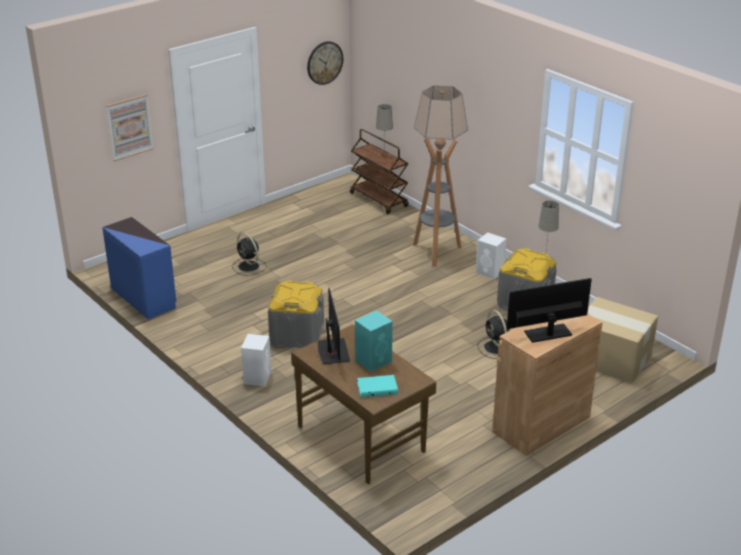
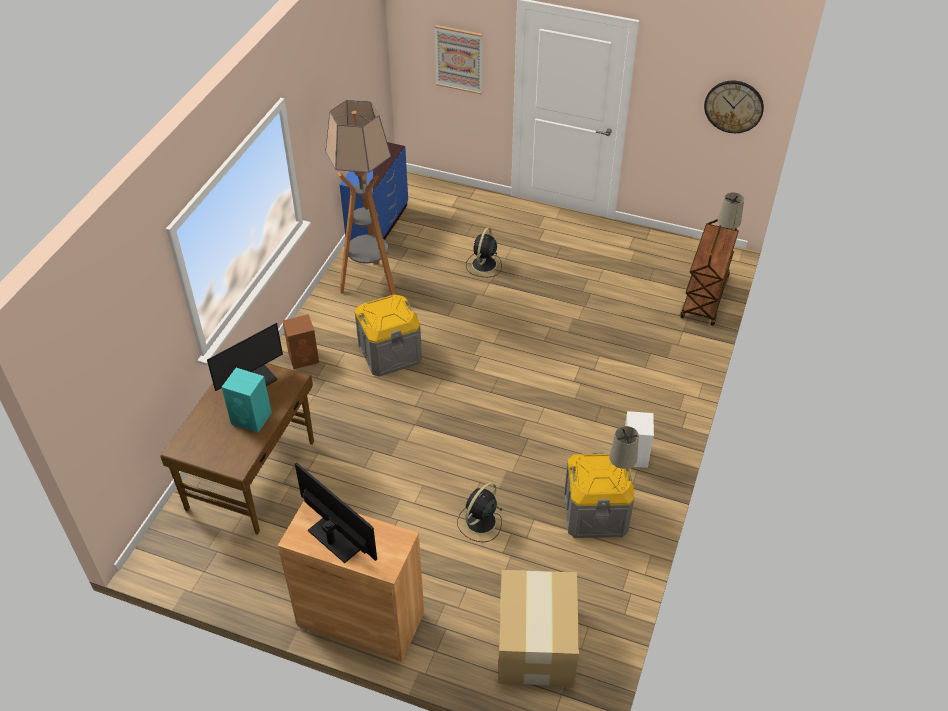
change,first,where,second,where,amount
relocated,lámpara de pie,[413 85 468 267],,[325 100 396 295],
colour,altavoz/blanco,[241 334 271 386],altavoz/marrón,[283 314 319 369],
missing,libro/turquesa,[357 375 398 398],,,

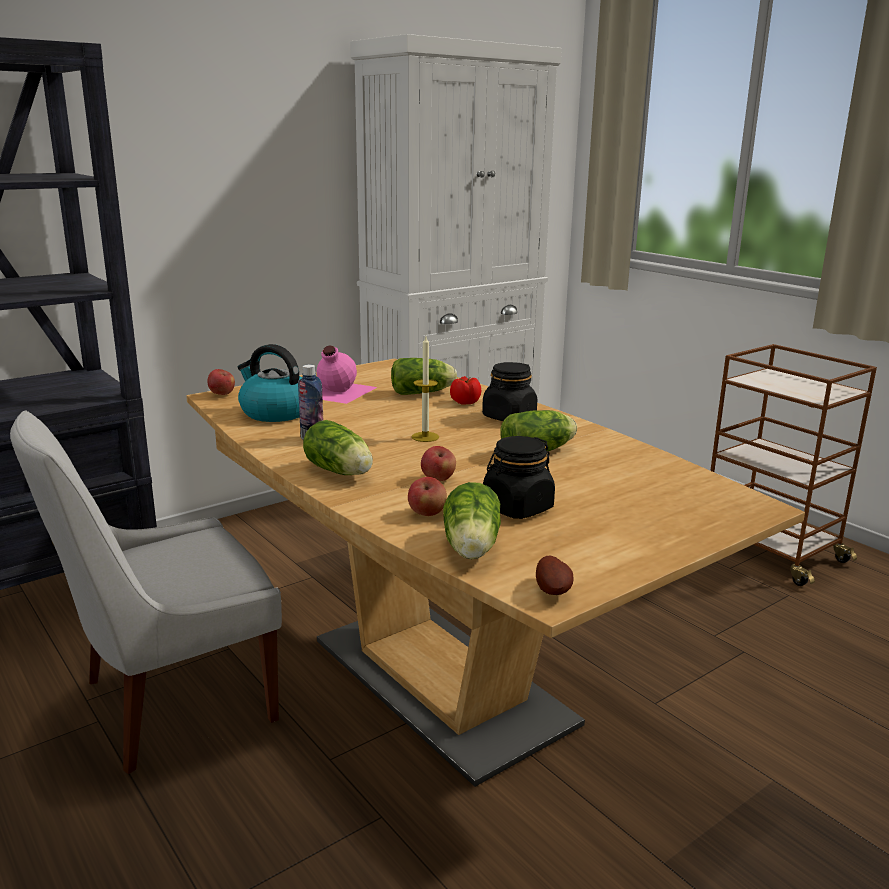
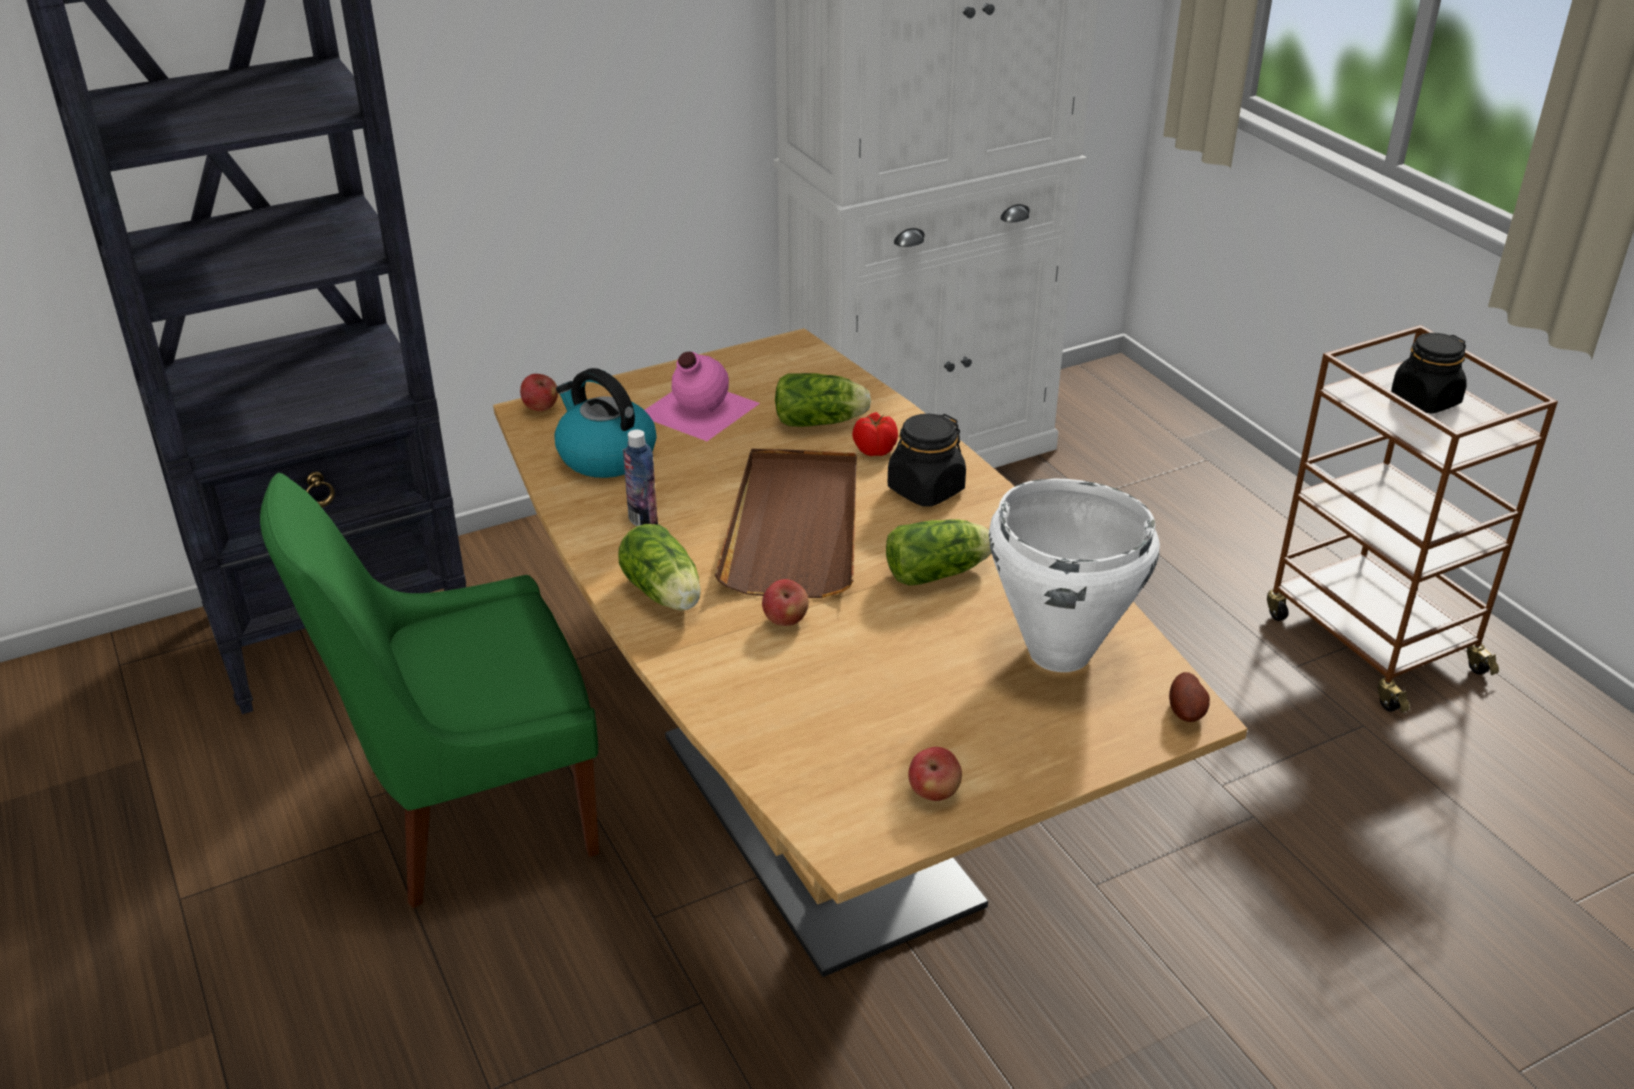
change,first,where,second,where,amount
exchanged,vela,[411 336 439 442],bandeja/marrón,[715 449 857 598],
colour,silla/blanco,[10 410 282 774],silla/verde,[260 473 599 908],
relocated,tarro/negro,[483 436 555 519],,[1391 333 1467 414],
relocated,manzana,[408 477 447 516],,[908 747 962 801],
missing,lechuga,[443 482 501 560],,,
relocated,patata,[536 556 573 595],,[1169 672 1210 722],
appeared,,,olla/blanco,[989 478 1160 672],

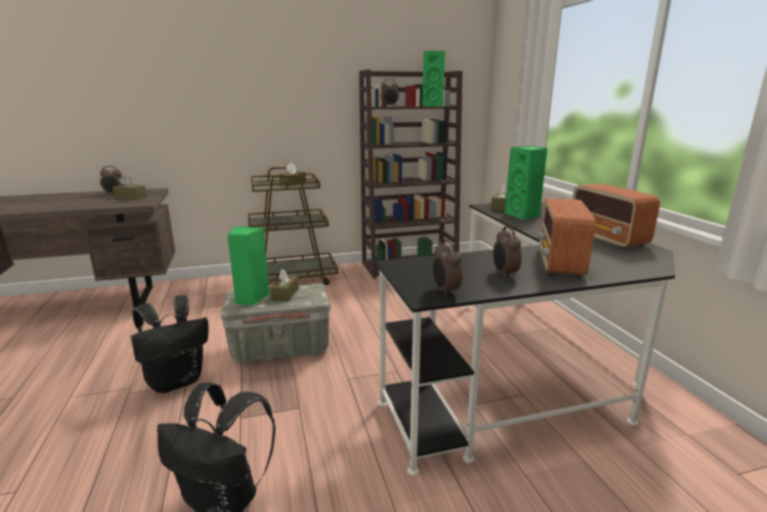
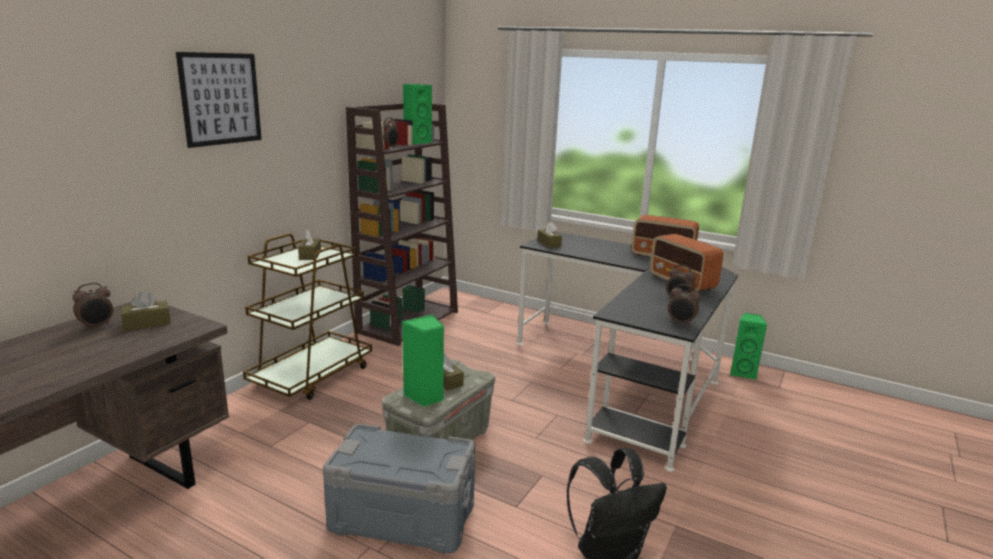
change,first,where,second,where,amount
relocated,altavoz/verde,[505 146 548 220],,[730 313 767 380],
exchanged,mochila/negro,[131 295 209 393],caja de almacenaje/gris,[323 424 475 554],
appeared,,,cuadro,[176 52 262 148],

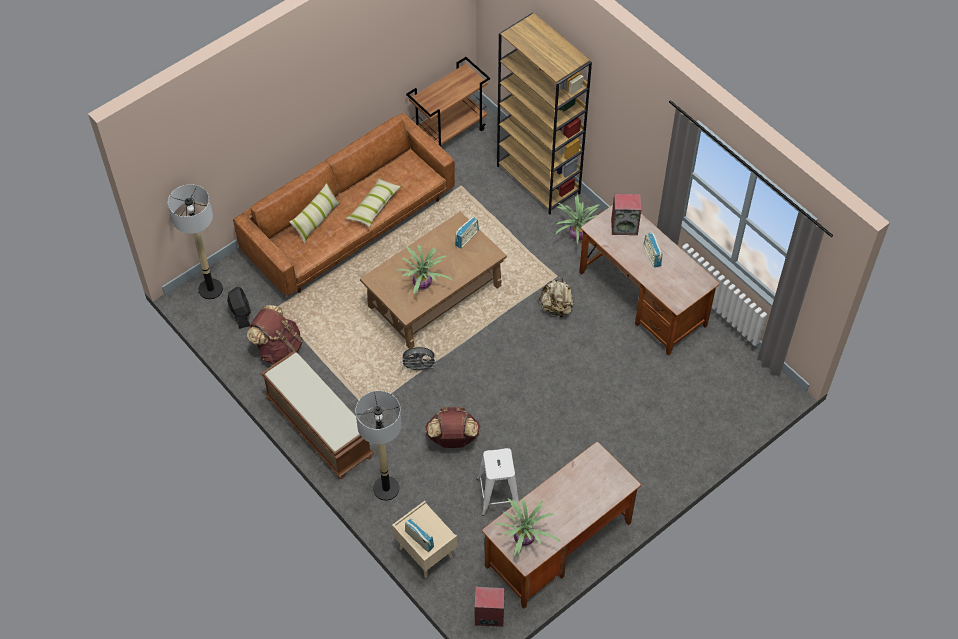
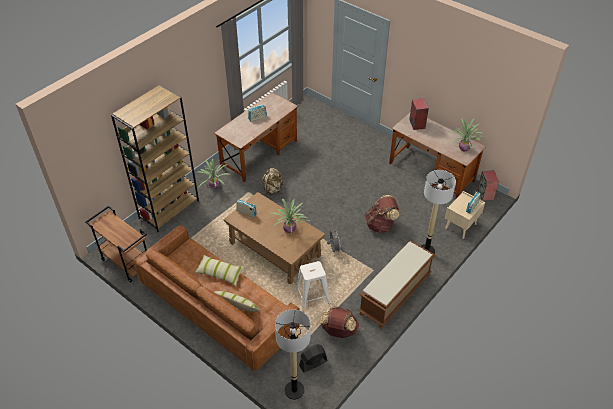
change,first,where,second,where,amount
relocated,altavoz,[611 194 641 235],,[409 98 429 130],
relocated,taburete/blanco,[476 448 519 516],,[295 261 330 311],

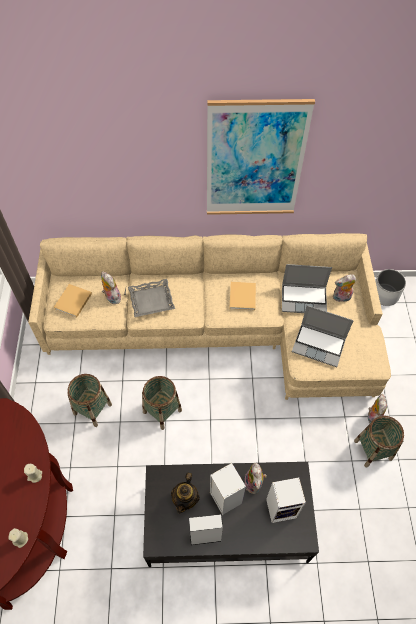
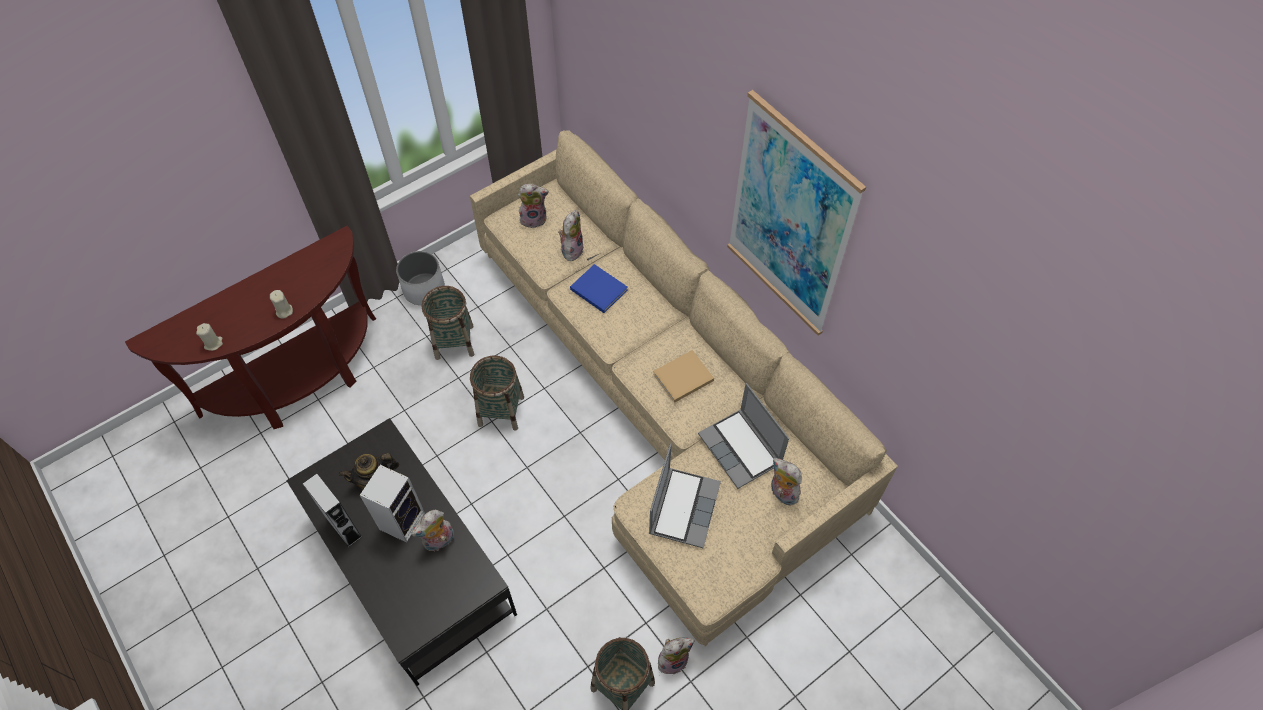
change,first,where,second,where,amount
relocated,maceta/blanco,[375 269 406 306],,[396 251 445 305],
exchanged,bandeja/gris,[128 279 175 317],libro/azul,[570 264 628 313],
exchanged,libro/beis,[53 284 92 318],peluche,[518 184 549 228],
spun,portátil,[292 305 354 367],,[649 444 721 548],150 degrees counterclockwise
missing,altavoz,[266 478 306 523],,,

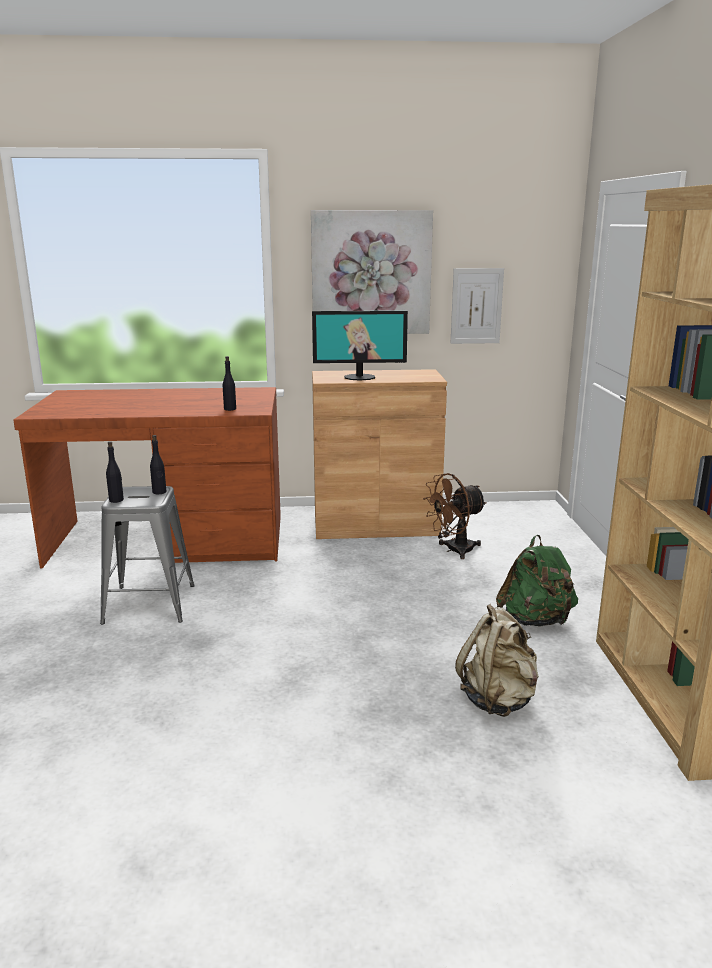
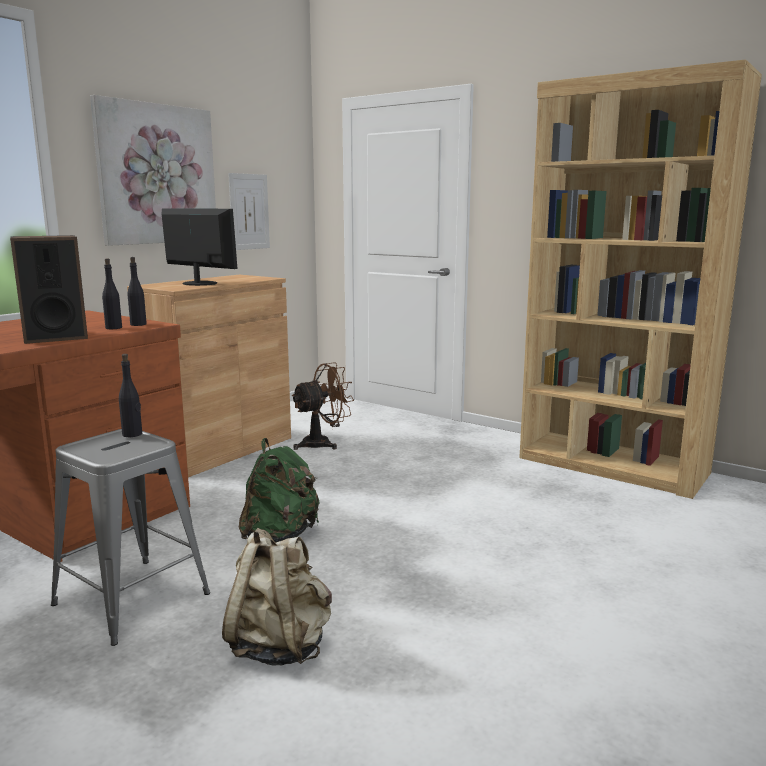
change,first,where,second,where,amount
spun,monitor,[312 311 408 381],,[162 208 238 286],90 degrees counterclockwise
relocated,botella/negro,[106 441 124 503],,[128 257 147 326],
spun,ventilador/marrón,[423 473 487 559],,[291 362 354 450],135 degrees counterclockwise
relocated,mochila/verde,[496 535 578 626],,[239 438 320 543],
relocated,mochila/beis,[455 604 539 717],,[222 528 332 665],
appeared,,,altavoz,[10 235 88 344],

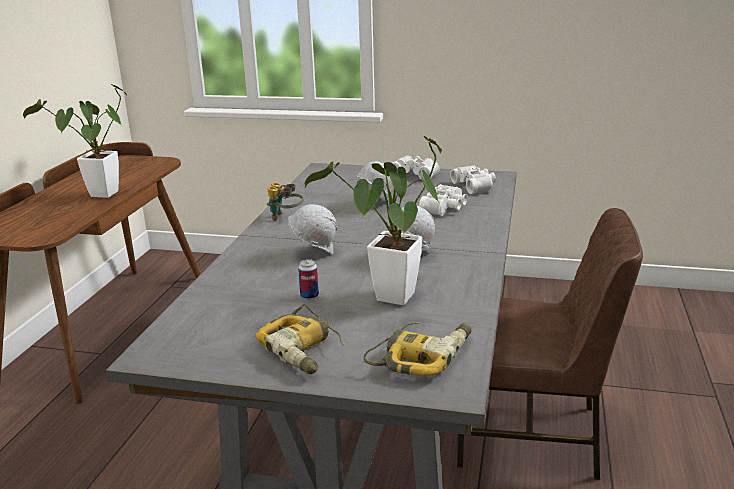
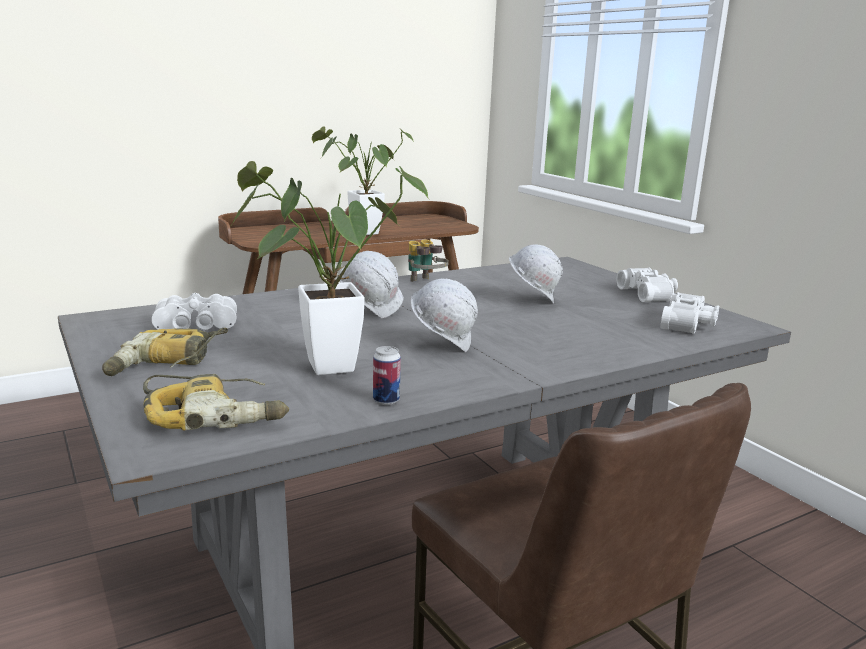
change,first,where,second,where,amount
relocated,prismáticos/blanco,[419 184 467 216],,[152 293 237 330],
relocated,lata,[298 259 319 300],,[373 346 401 405],

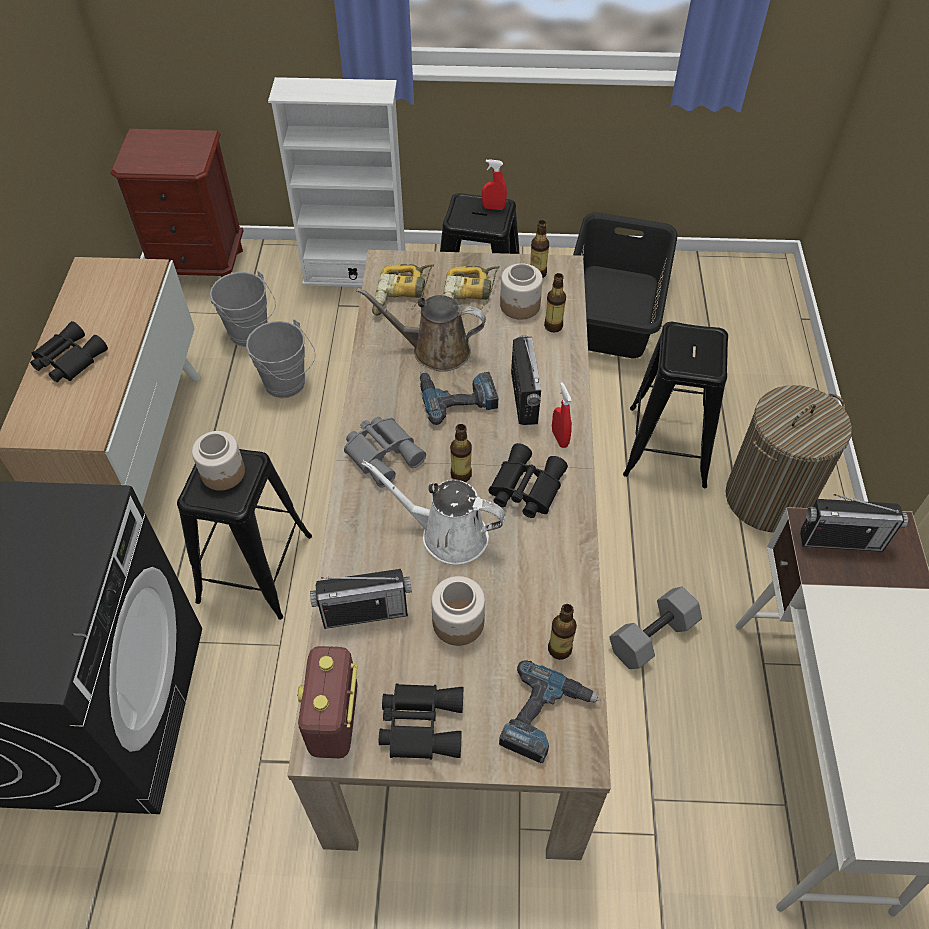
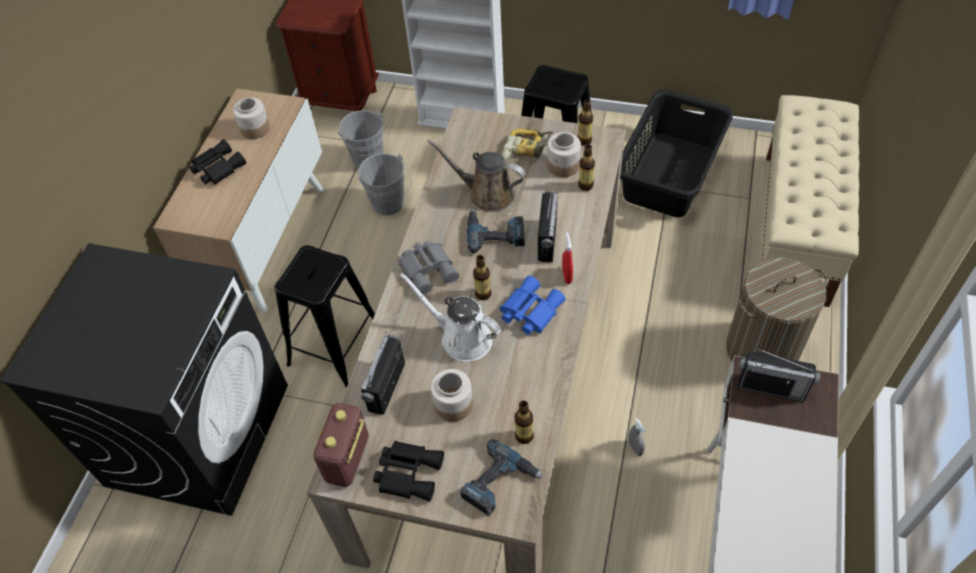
change,first,where,second,where,amount
missing,pulverizador/rojo,[482 159 507 210],,,
missing,taladro,[372 264 434 315],,,
missing,taburete/negro,[623 322 728 488],,,
relocated,tarro,[192 431 245 491],,[233 98 270 139],
colour,prismáticos/negro,[489 443 568 518],prismáticos/azul,[500 276 565 335],
spun,radio,[310 569 412 629],,[361 332 405 415],105 degrees clockwise
exchanged,mancuerna/gris,[609 586 702 669],pulverizador/gris,[628 419 646 456],
appeared,,,banco/beis,[762 95 859 307],

